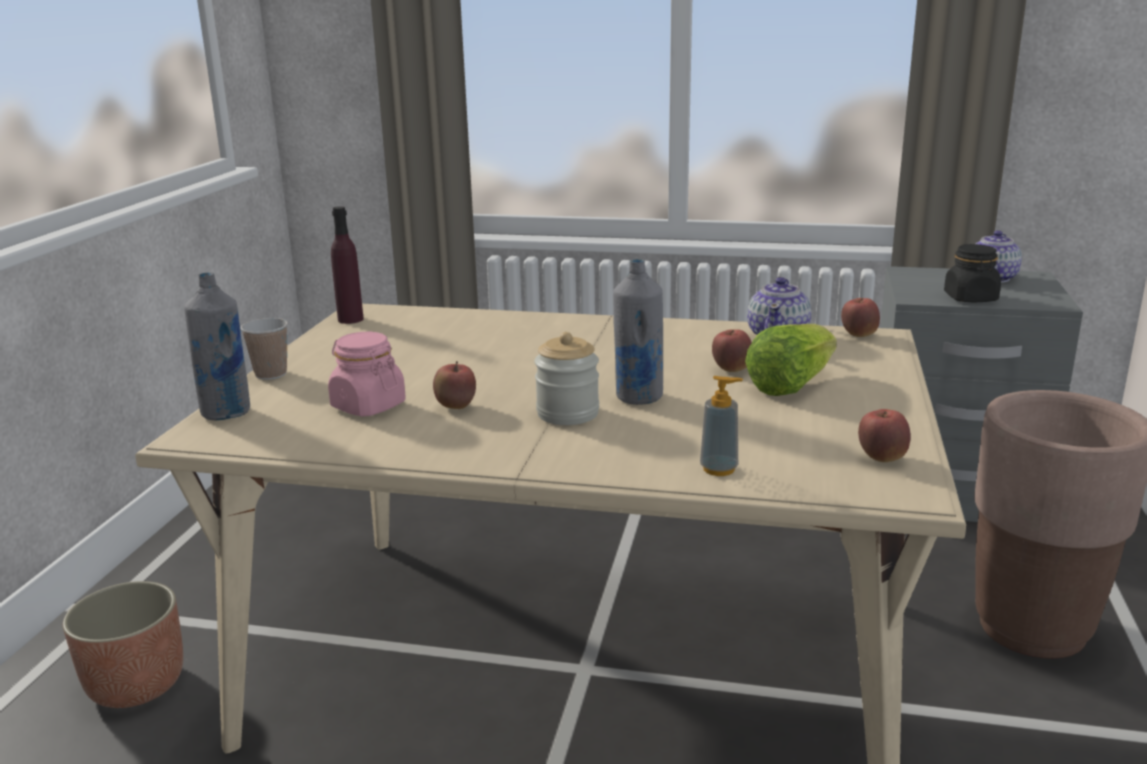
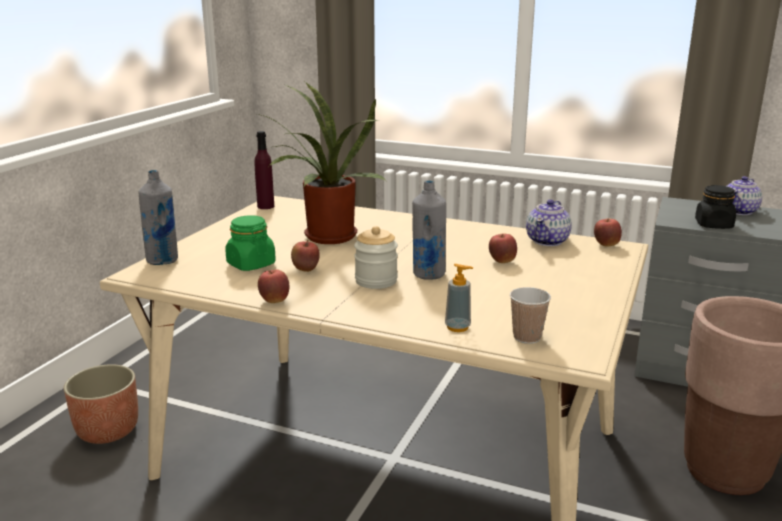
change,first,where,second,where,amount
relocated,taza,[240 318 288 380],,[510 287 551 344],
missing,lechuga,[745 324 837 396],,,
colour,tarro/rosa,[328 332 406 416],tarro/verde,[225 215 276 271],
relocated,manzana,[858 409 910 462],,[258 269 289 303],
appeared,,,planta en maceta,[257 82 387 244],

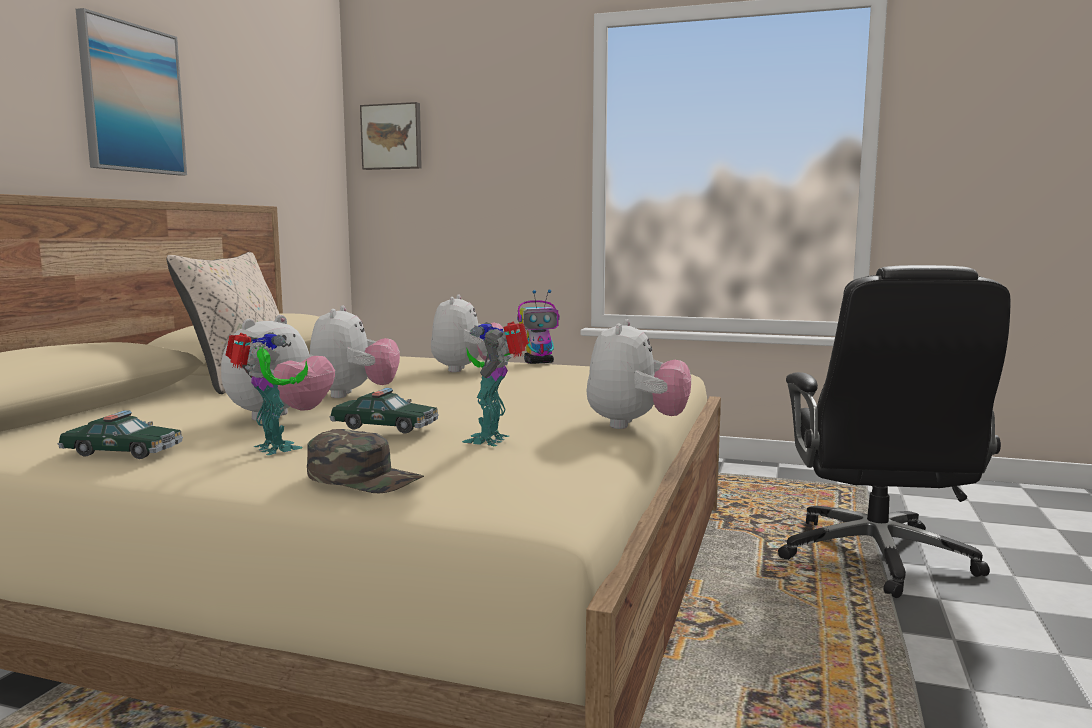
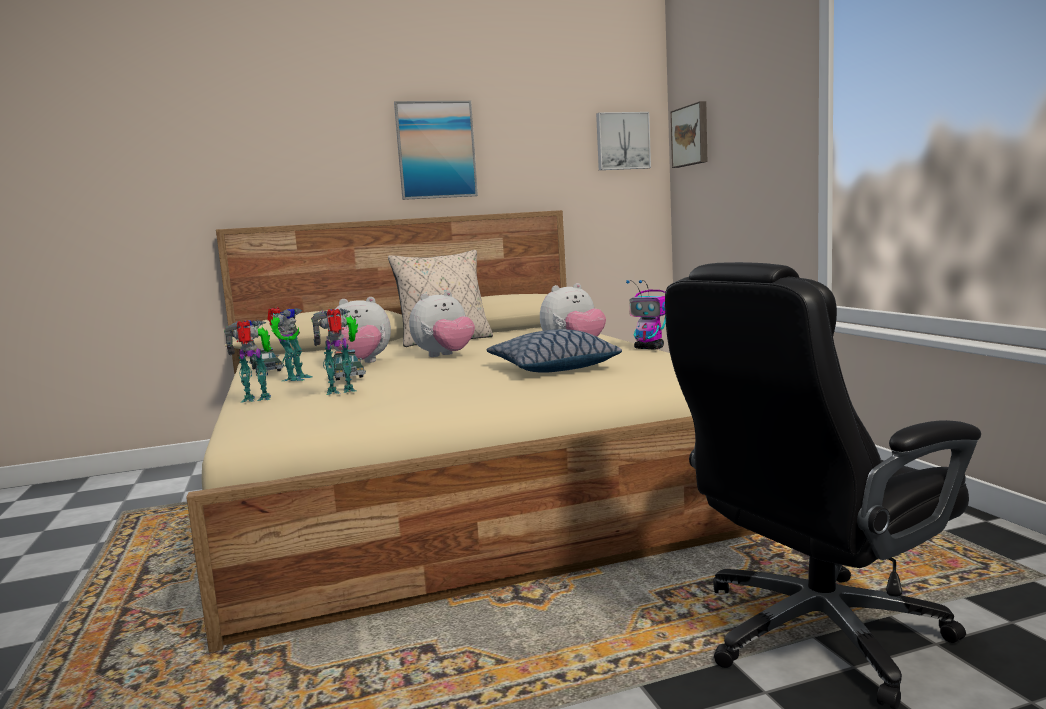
change,first,where,second,where,amount
missing,peluche,[587 319 691 429],,,
exchanged,gorra/verde,[307 429 424 493],robot de juguete,[224 320 271 403],
appeared,,,cuadro,[596 112 651 170],
appeared,,,cojín,[486 329 622 373],

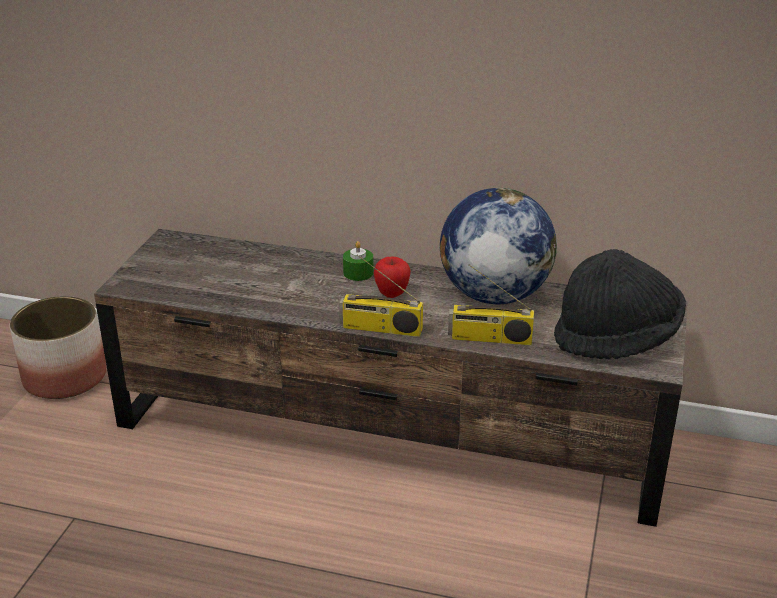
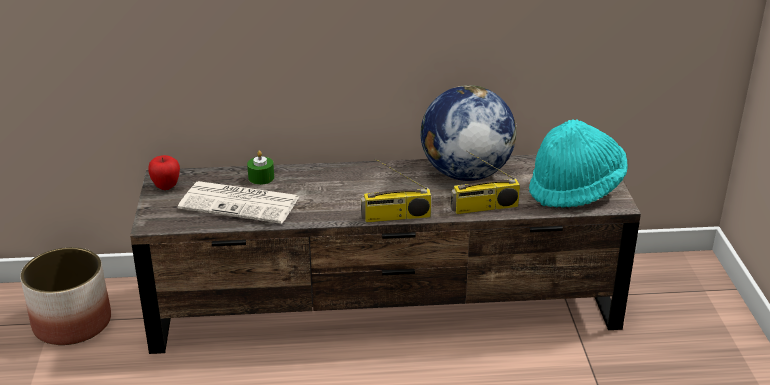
change,first,where,second,where,amount
relocated,vela/verde,[343 241 373 281],,[247 151 274 185],
colour,sombrero/negro,[554 249 686 359],sombrero/turquesa,[529 119 628 208],
relocated,manzana,[374 257 411 298],,[148 155 180 190],
appeared,,,periódico,[178 181 300 224],

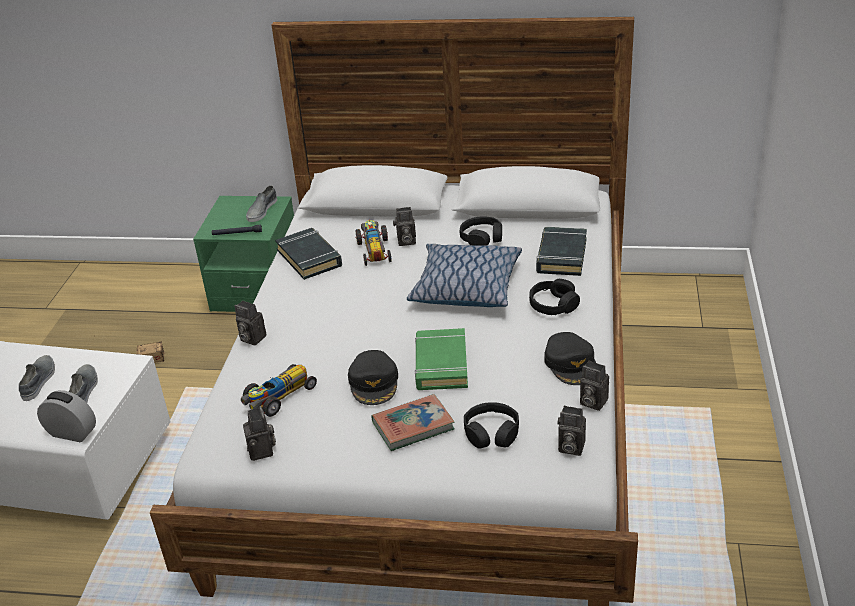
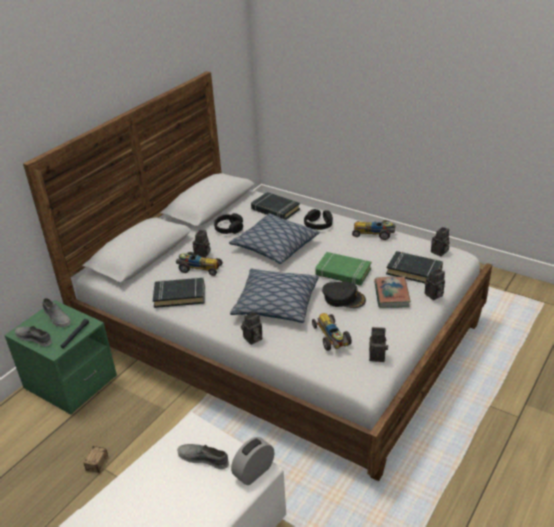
change,first,where,second,where,amount
exchanged,gorra/negro,[544 332 596 385],coche de juguete,[352 220 396 240],
relocated,zapato/gris,[19 355 55 401],,[15 326 52 347],
relocated,cámara,[580 361 609 411],,[424 269 445 300],
exchanged,auriculares/negro,[464 402 519 449],libro/negro,[386 251 443 283],
appeared,,,cojín,[230 269 319 323],

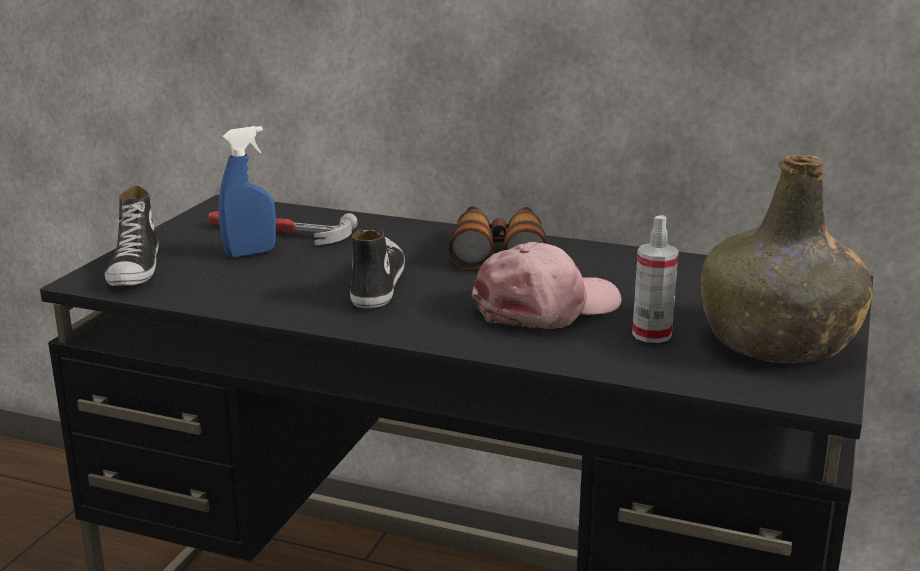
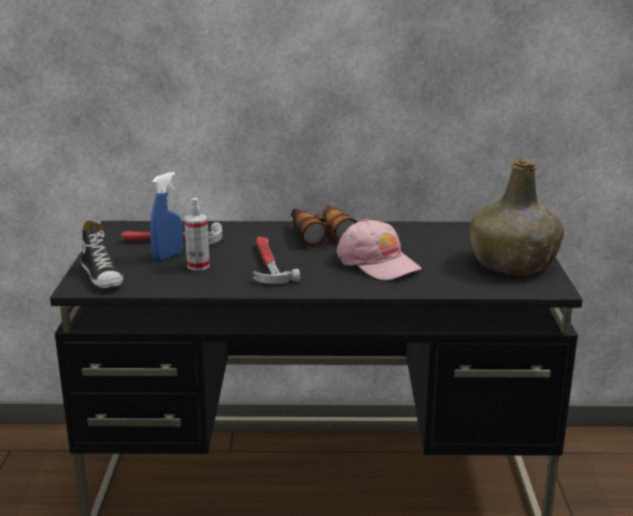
change,first,where,second,where,amount
relocated,pulverizador,[632 215 678 343],,[184 198 210 271],
exchanged,zapato,[350 229 405 309],martillo,[253 237 300 284],
spun,gorra/rosa,[471 242 622 329],,[337 219 422 281],105 degrees clockwise

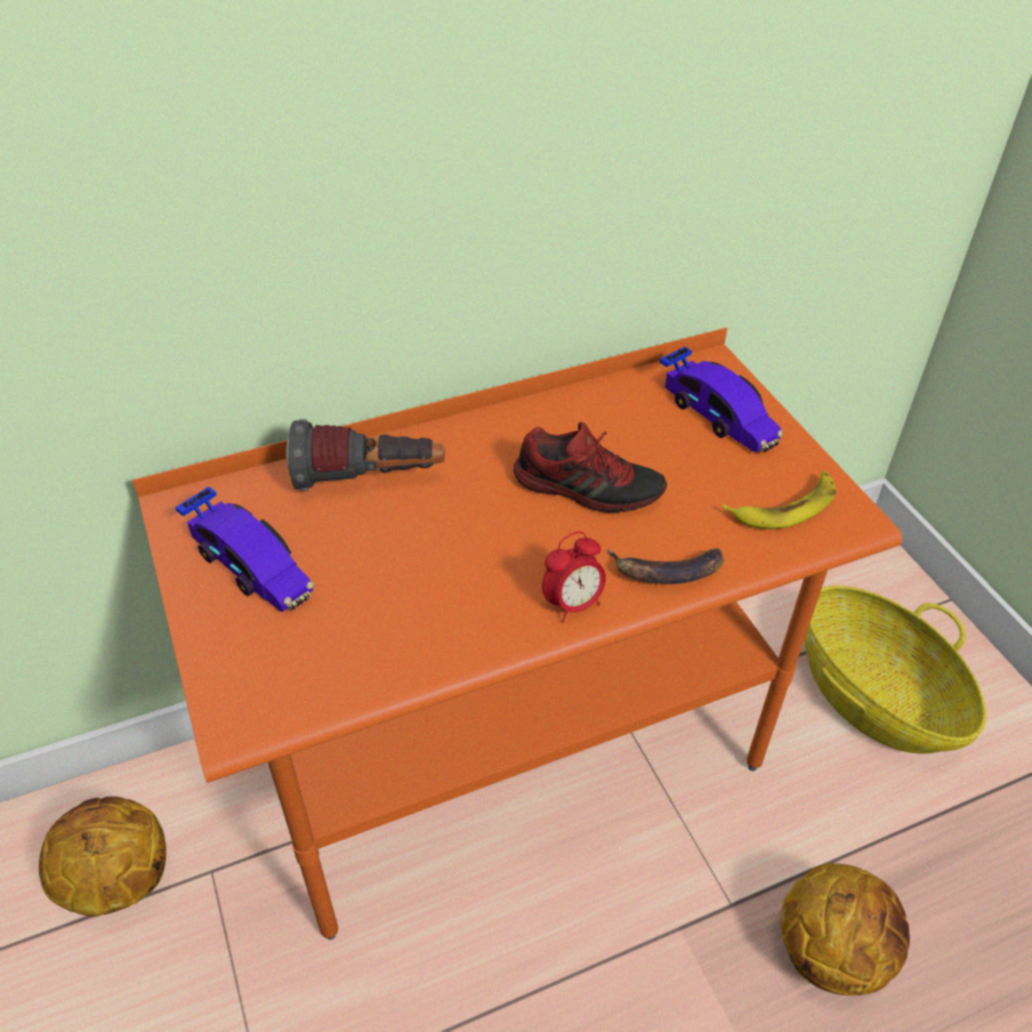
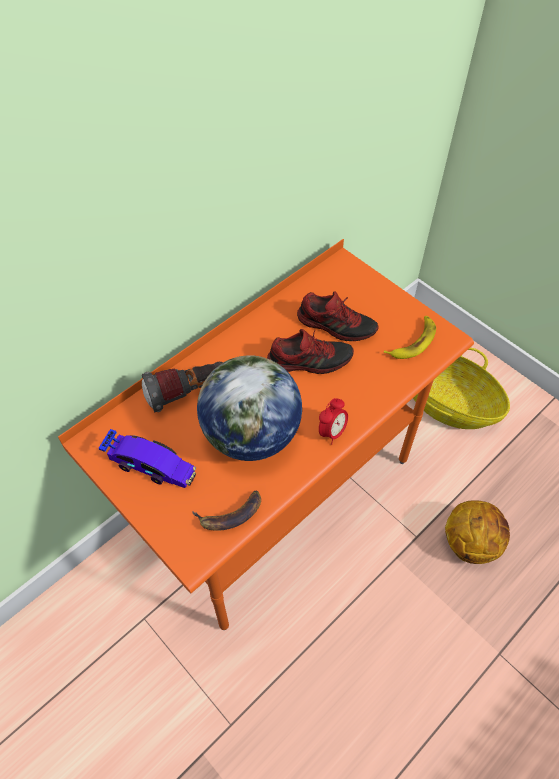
change,first,where,second,where,amount
missing,coche de juguete,[660 347 783 453],,,
relocated,plátano,[607 548 724 584],,[193 490 261 531],
missing,balón de baloncesto,[39 796 166 917],,,
appeared,,,zapato,[297 291 379 341],
appeared,,,globo terráqueo,[197 355 302 461],

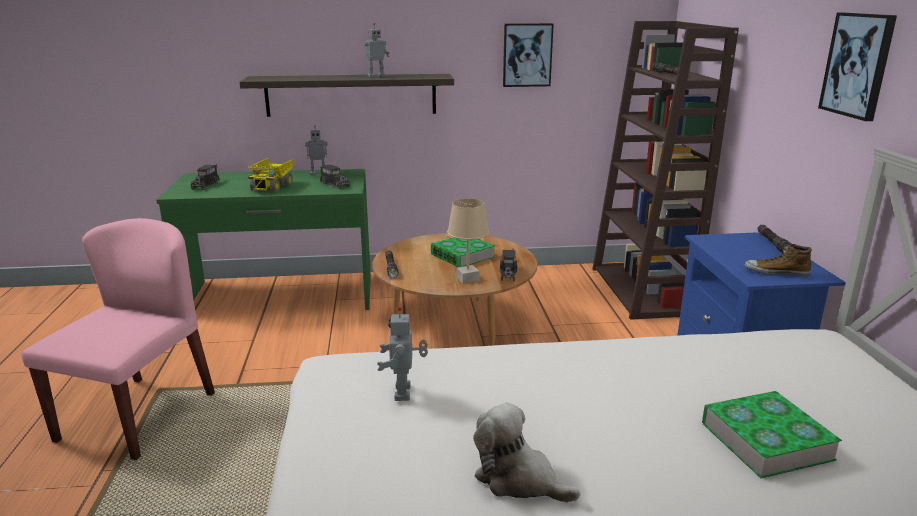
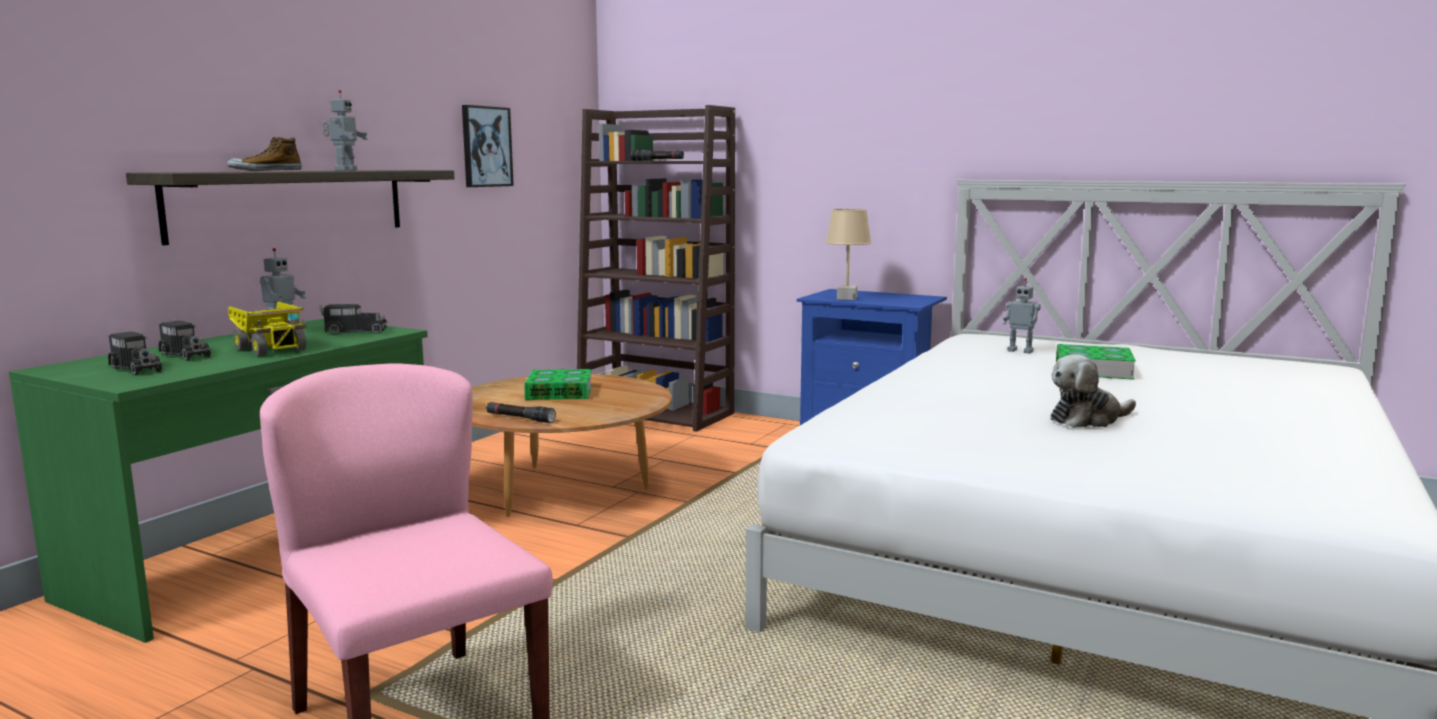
change,first,where,second,where,amount
missing,cuadro,[818 13 897 121],,,
relocated,lámpara de mesa/beis,[447 199 489 284],,[826 209 872 300],
missing,linterna/negro,[757 225 791 254],,,
relocated,zapato,[745 244 812 277],,[227 137 302 171],
relocated,camión de juguete,[500 248 517 281],,[158 320 211 361],
relocated,robot de juguete,[377 307 428 401],,[1003 278 1041 353],

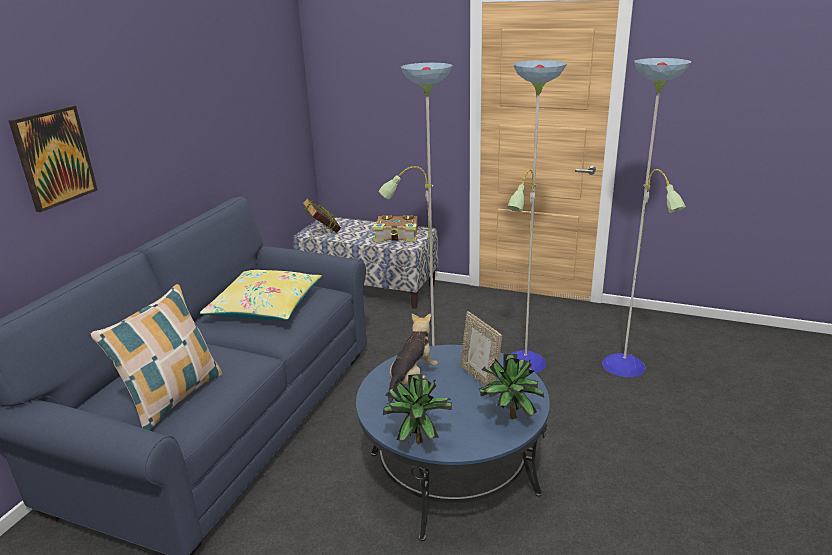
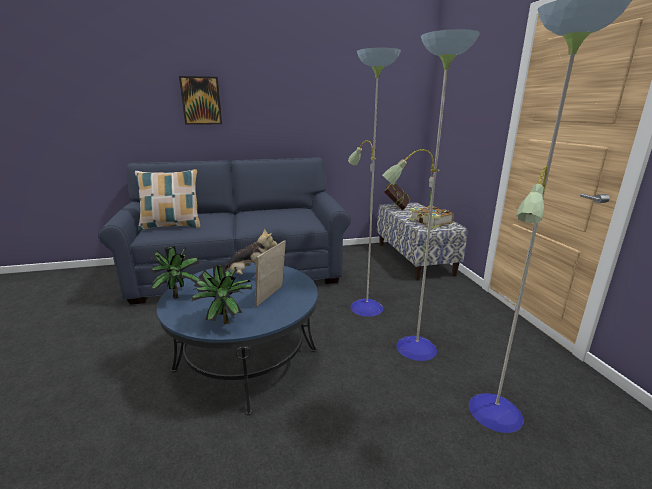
change,first,where,second,where,amount
missing,cojín/amarillo,[200 270 322 320],,,

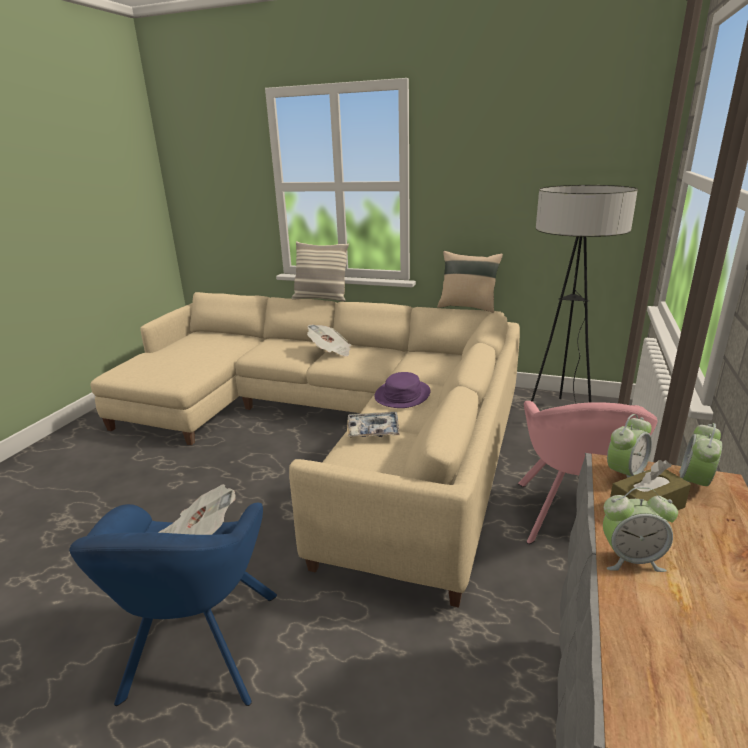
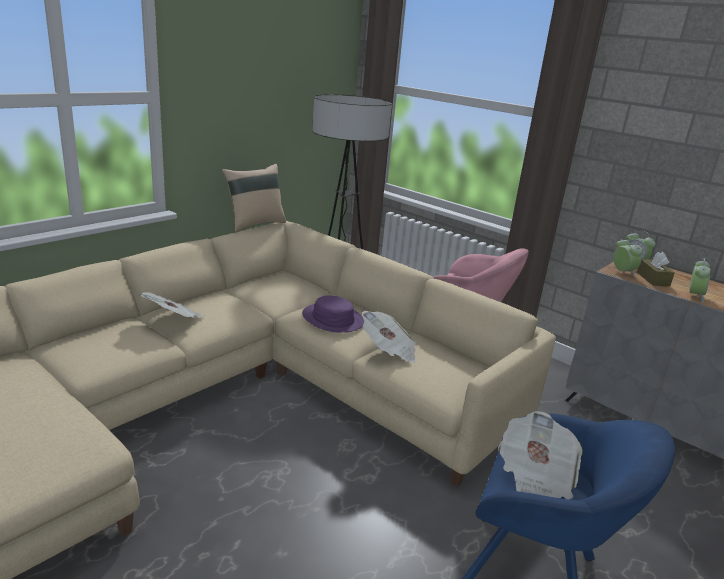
change,first,where,second,where,amount
missing,cojín,[292 241 349 302],,,
exchanged,bandeja,[347 412 400 438],periódico,[362 311 416 363],

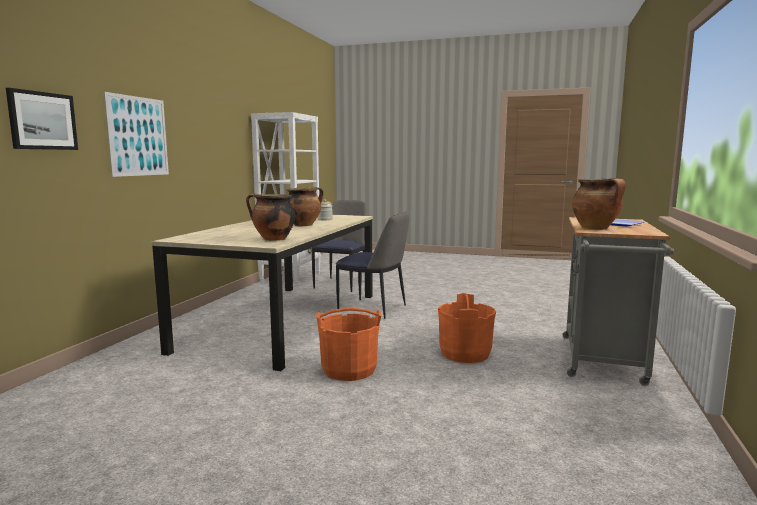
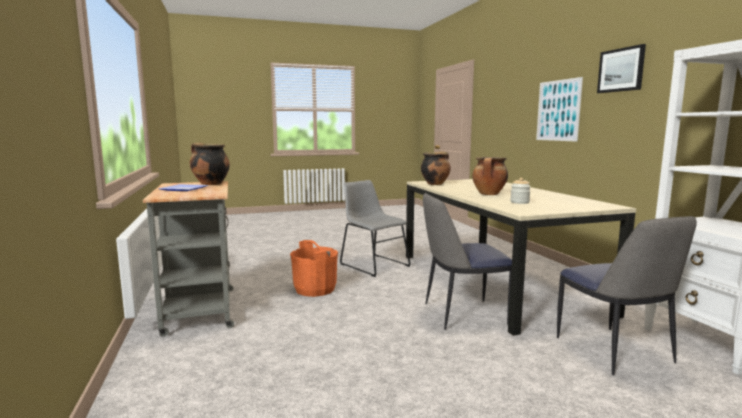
change,first,where,second,where,amount
relocated,cuadro,[6 88 78 150],,[597 44 646 93],
exchanged,cubo/naranja,[316 308 381 381],silla/gris,[340 180 411 277],

